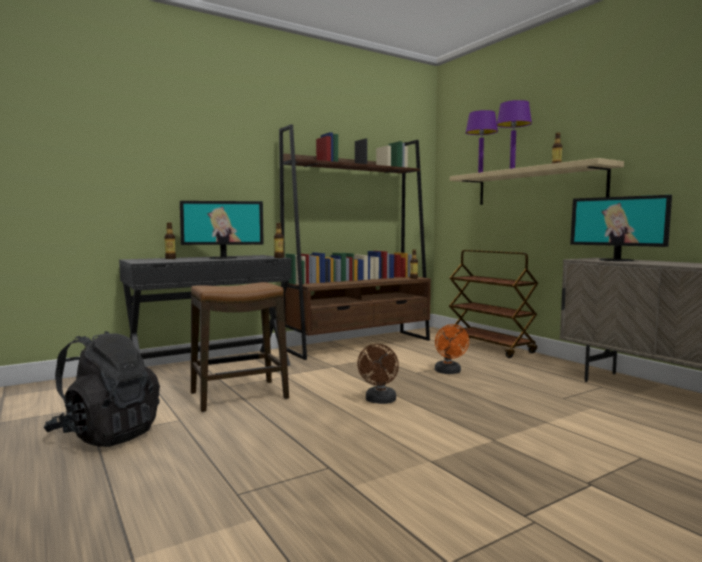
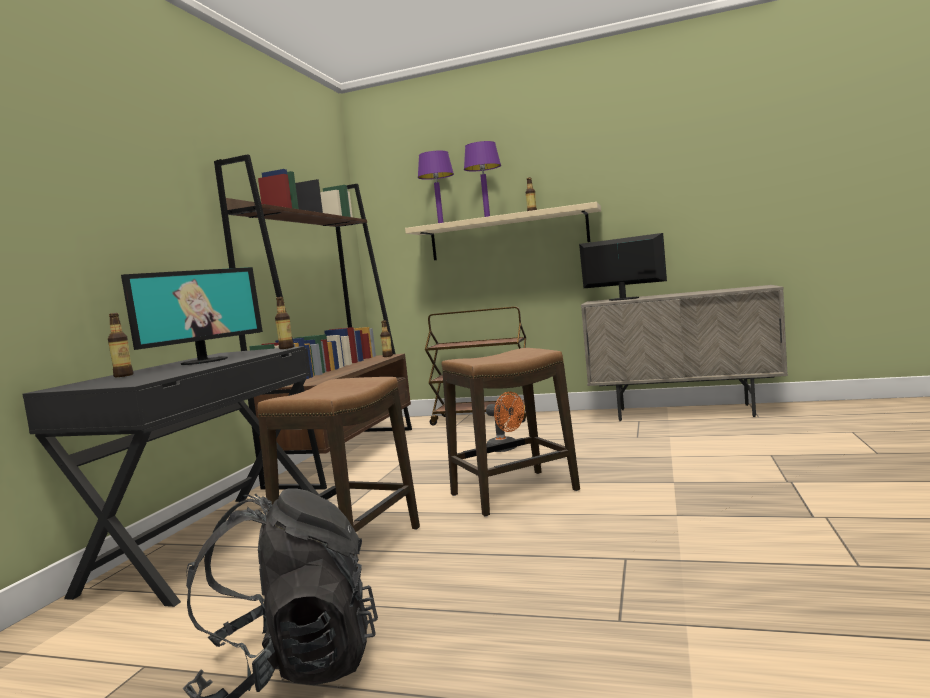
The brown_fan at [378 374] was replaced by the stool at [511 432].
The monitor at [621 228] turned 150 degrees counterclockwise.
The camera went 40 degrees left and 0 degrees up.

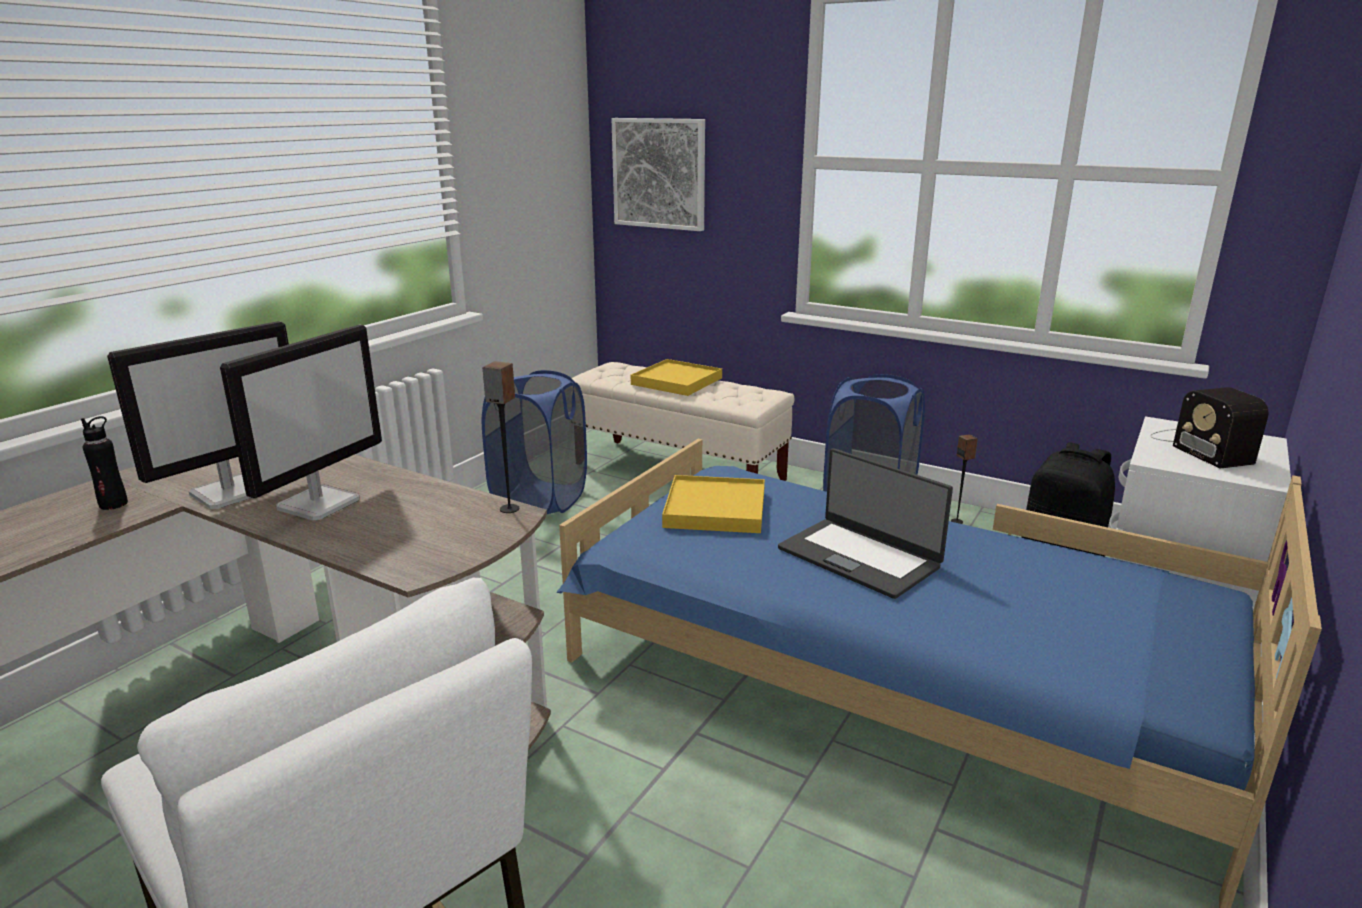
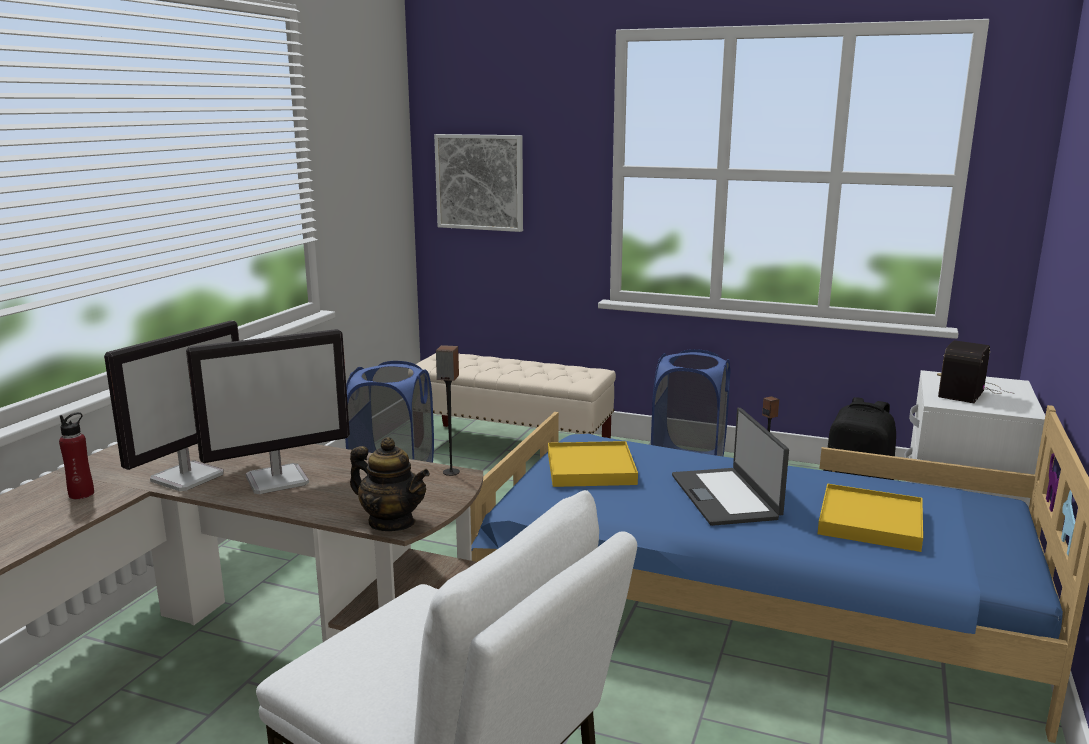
The black_bottle at [104 463] became the red_bottle at [76 455].
The monitor at [301 422] turned 45 degrees clockwise.
The teapot at [390 484] appeared.
The laptop at [865 523] turned 45 degrees clockwise.
The yellow_tray moved from [676 377] to [870 518].
The radio at [1209 428] turned 60 degrees clockwise.
The camera went 10 degrees left and 5 degrees down.

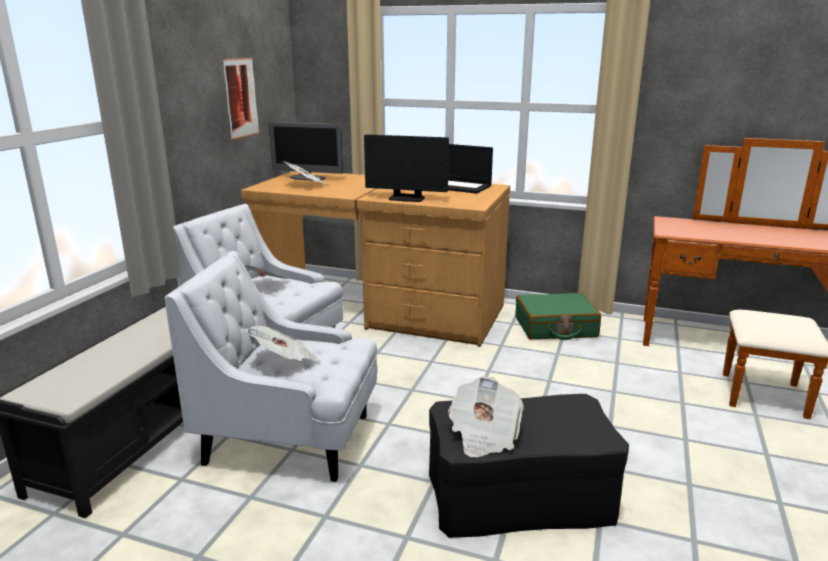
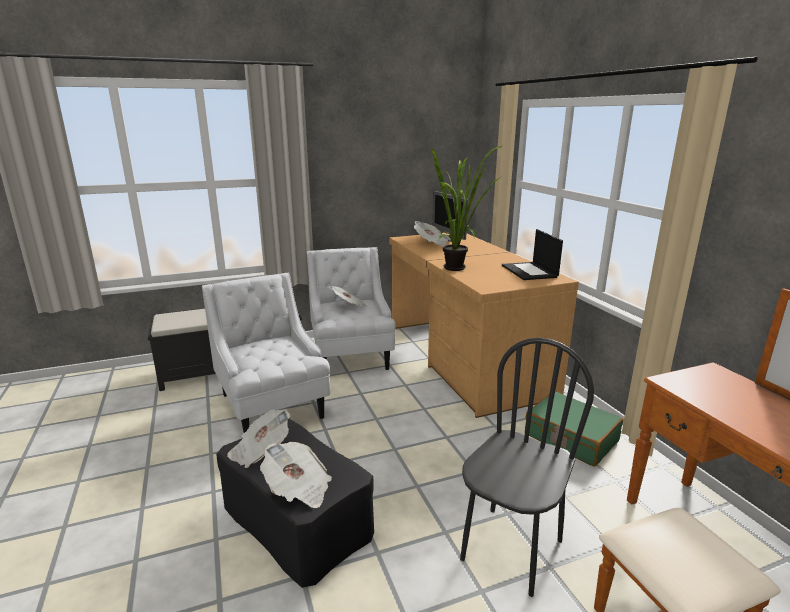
The newspaper moved from [282 343] to [296 475].
The monitor at [406 168] was replaced by the potted_plant at [467 208].
The black_chair at [527 467] appeared.
The picture at [241 99] disappeared.
The camera went 50 degrees right and 0 degrees up.

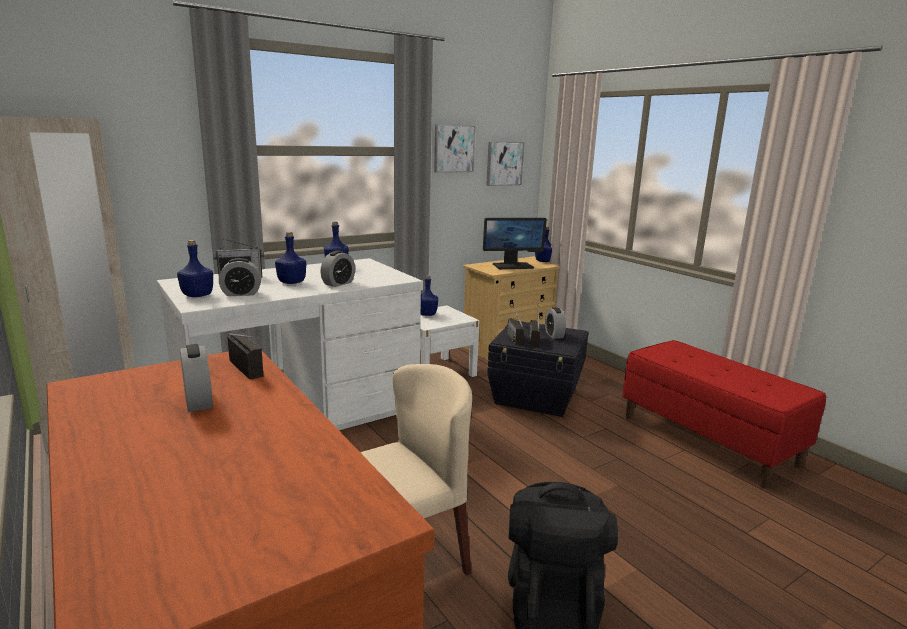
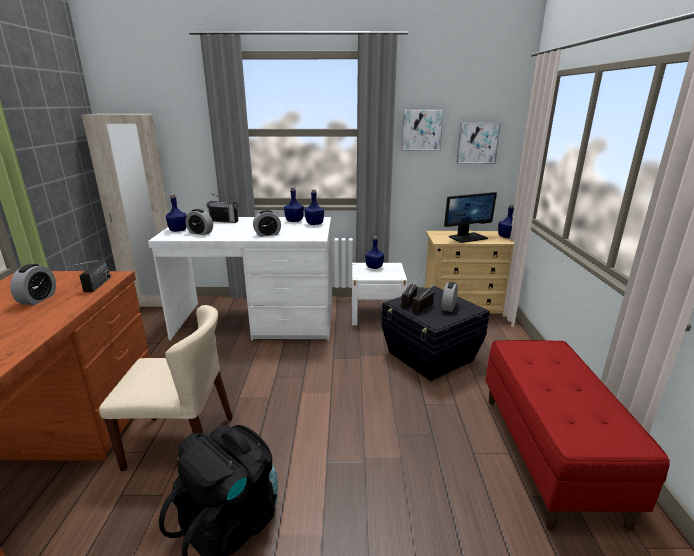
The blue_bottle moved from [290 258] to [314 207].
The monitor at [515 243] turned 45 degrees counterclockwise.
The camera went 35 degrees right and 5 degrees up.

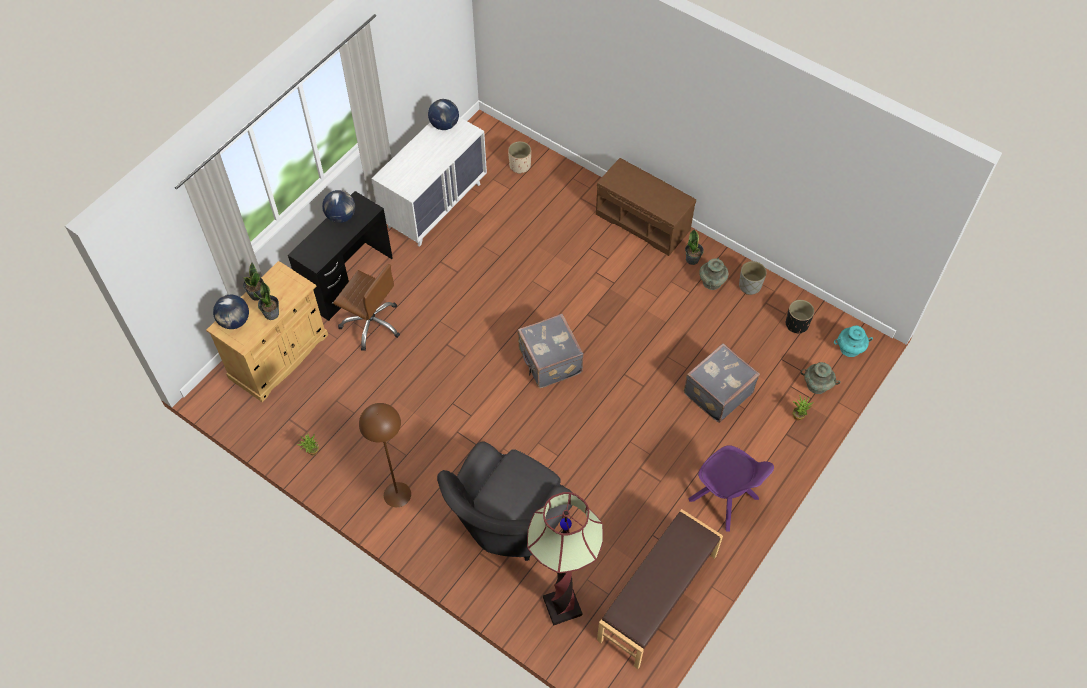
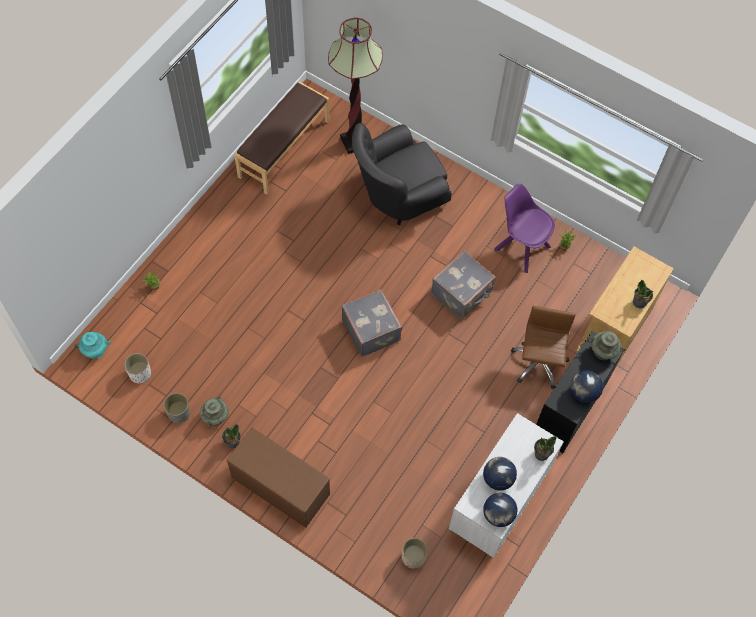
The black_planter at [800 316] became the white_planter at [137 368].
The grey_armchair at [505 501] turned 150 degrees counterclockwise.
The grey_suitcase moved from [722 383] to [463 284].
The globe moved from [231 312] to [500 474].
The purple_chair moved from [731 488] to [524 228].
The brown_office_chair at [366 307] turned 75 degrees clockwise.
The potted_plant moved from [266 300] to [545 448].
The turquoise_vase moved from [820 378] to [606 345].
The brown_floor_lamp at [385 455] disappeared.
The camera went 175 degrees right and 5 degrees up.

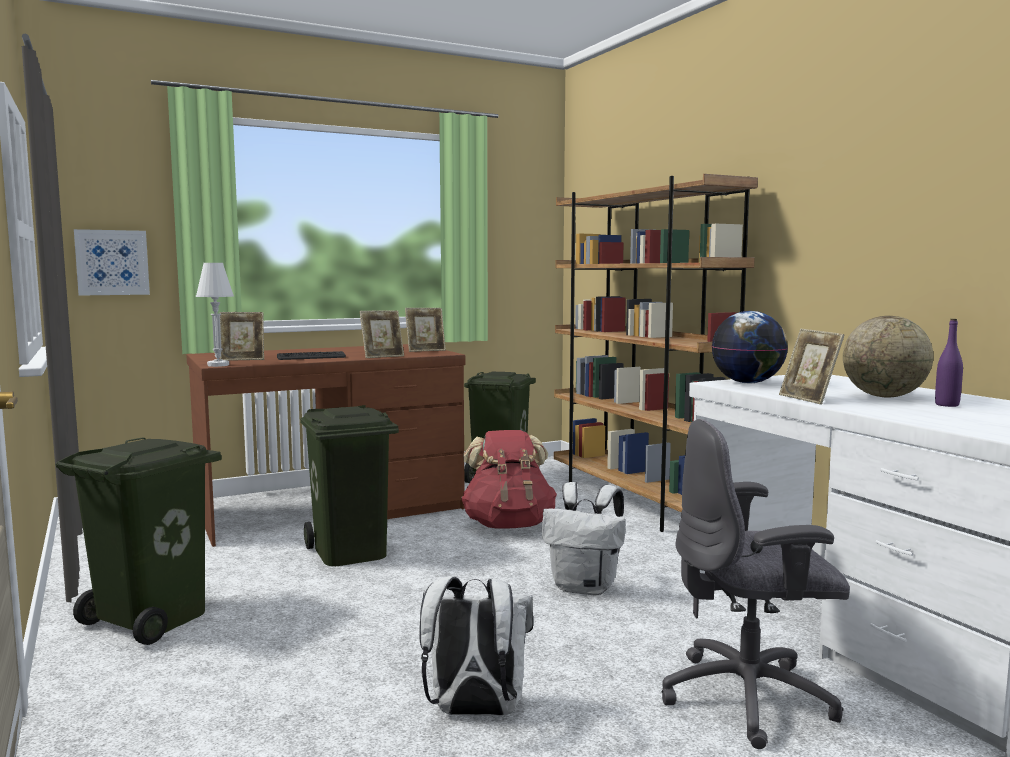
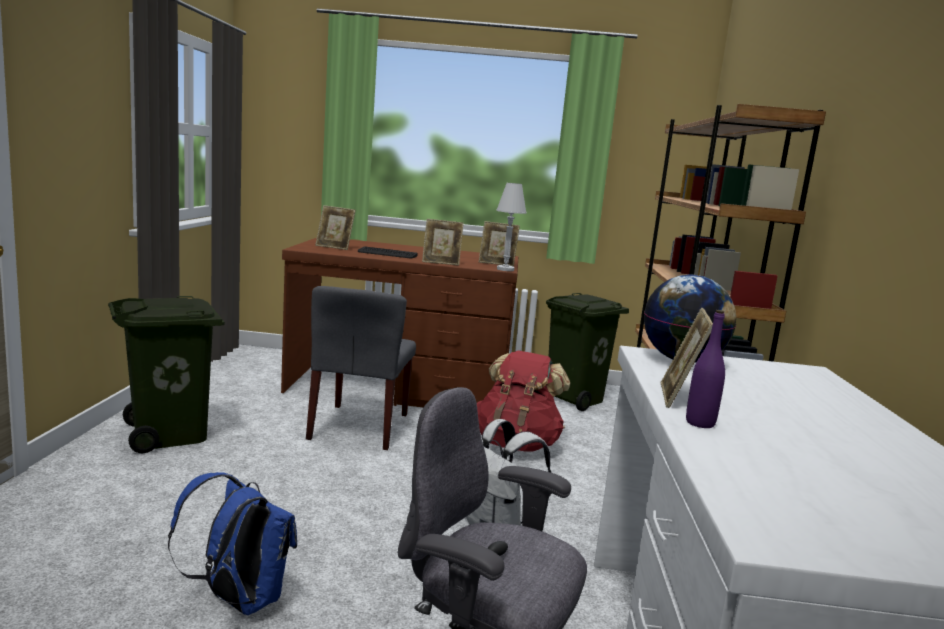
The white_backpack at [476 646] became the blue_backpack at [232 543].
The green_trash_can at [349 485] was replaced by the grey_chair at [361 368].
The white_table_lamp moved from [215 315] to [511 227].
The purple_bottle moved from [949 363] to [705 369].
The picture at [112 262] disappeared.
The globe at [888 357] disappeared.
The camera went 30 degrees right and 5 degrees up.

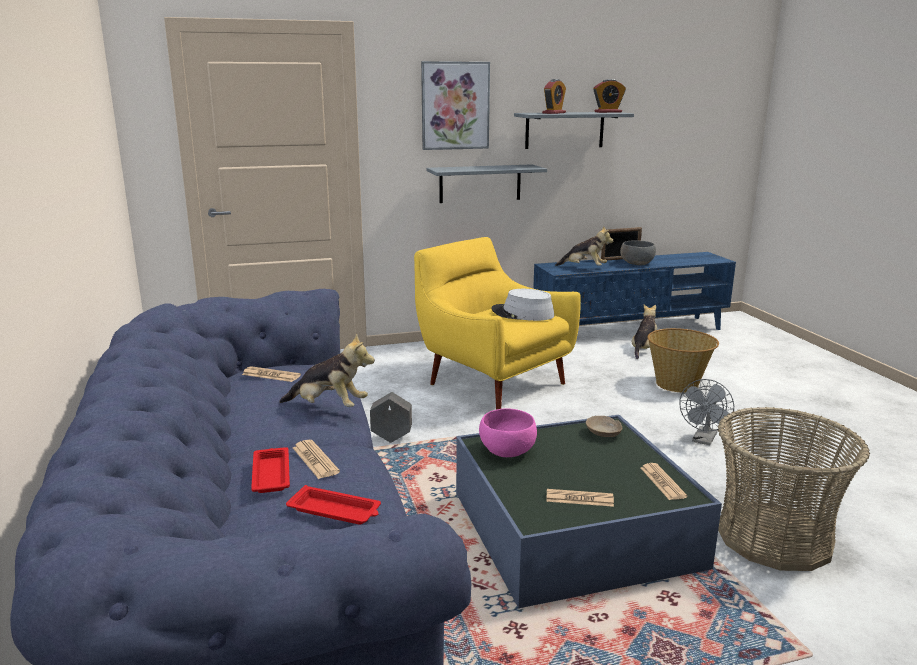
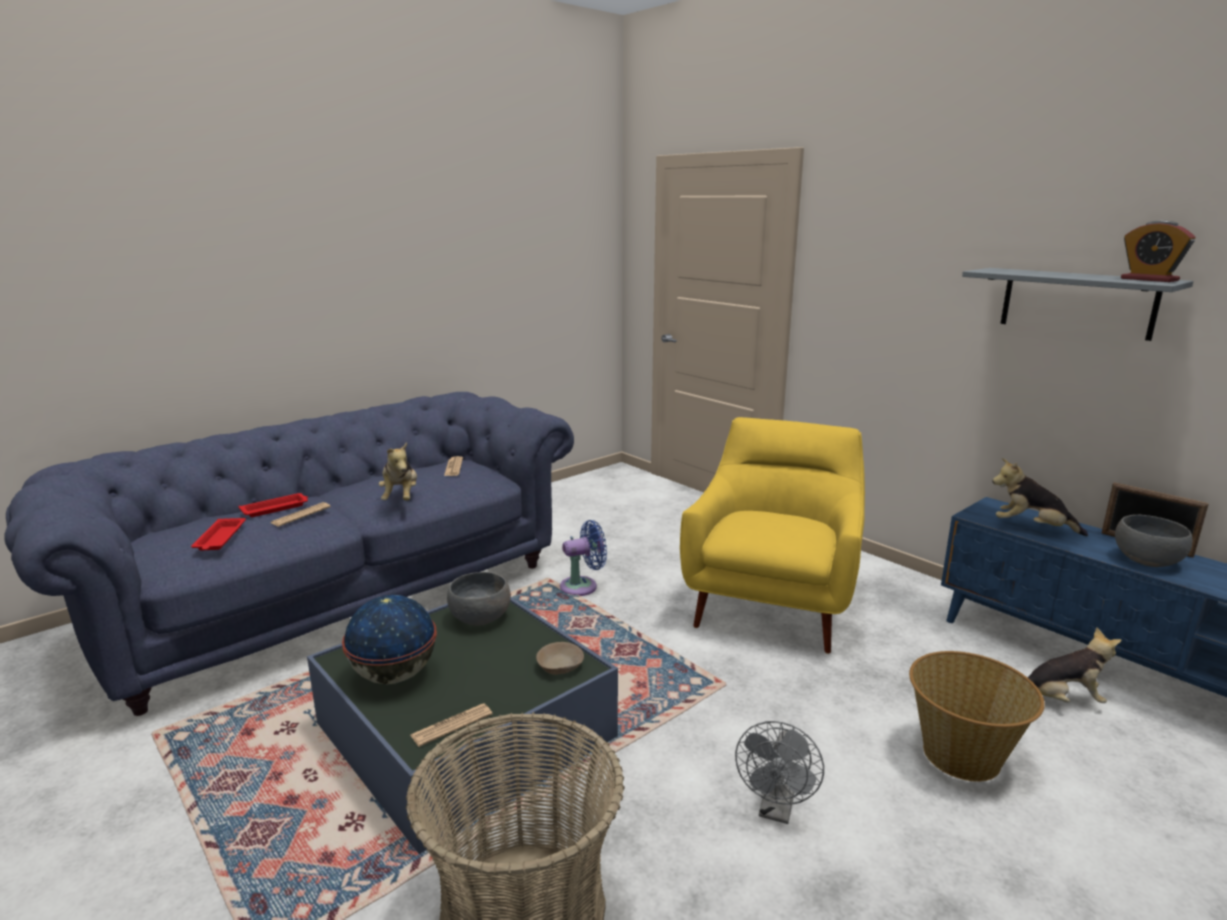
The newspaper at [580 498] was replaced by the globe at [389 639].
The pink_bowl at [508 432] became the grey_bowl at [479 599].
The grey_planter at [391 417] was replaced by the blue_fan at [583 558].
The grey_fan at [706 412] turned 75 degrees counterclockwise.
The plush_toy at [584 246] turned 120 degrees clockwise.
The picture at [455 105] disappeared.
The grey_shelf at [486 183] disappeared.
The grey_hat at [522 305] disappeared.
The alarm_clock at [554 96] disappeared.
The camera went 65 degrees right and 0 degrees up.

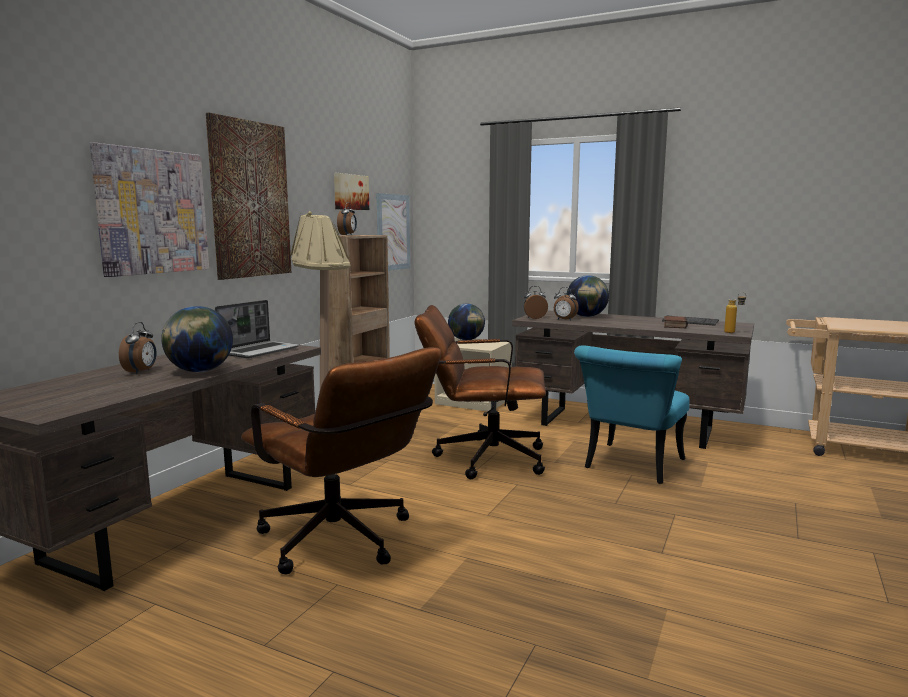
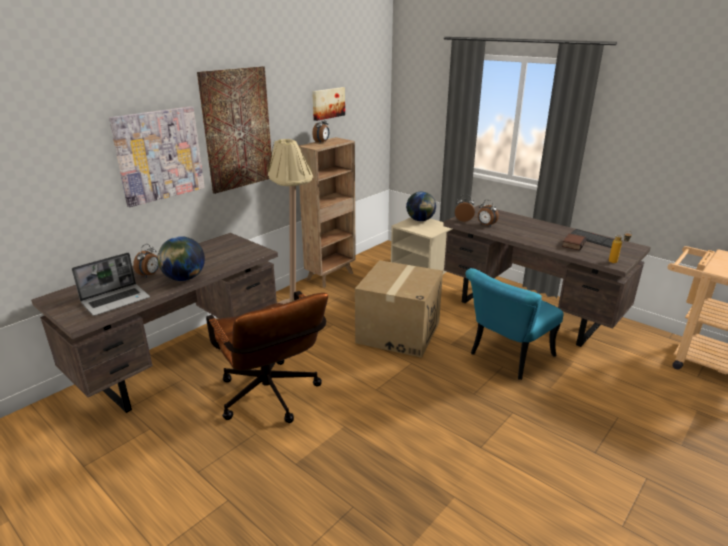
The laptop moved from [257 329] to [111 284].
The brown_office_chair at [480 392] was replaced by the cardboard_box at [399 309].
The picture at [393 232] disappeared.
The globe at [587 296] disappeared.
The camera went 15 degrees right and 15 degrees up.

